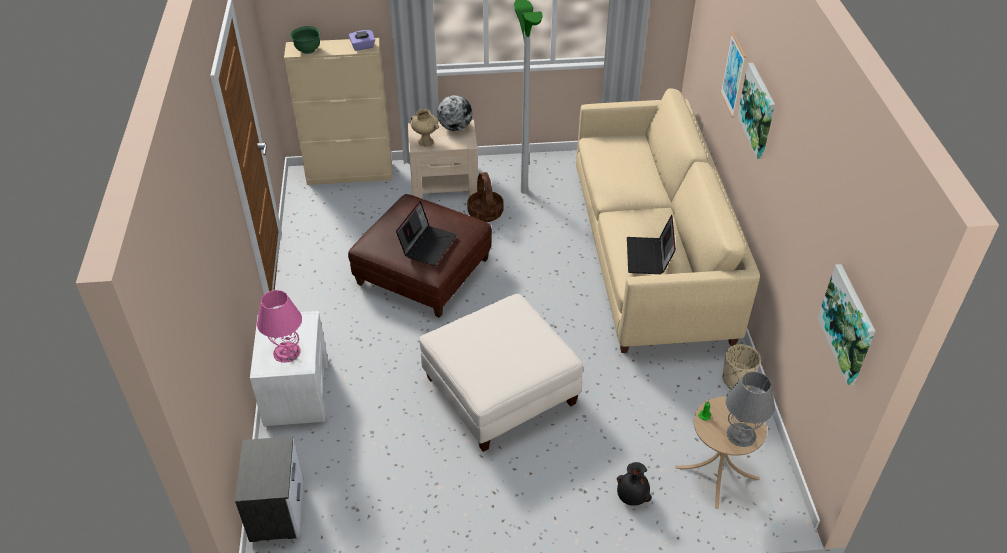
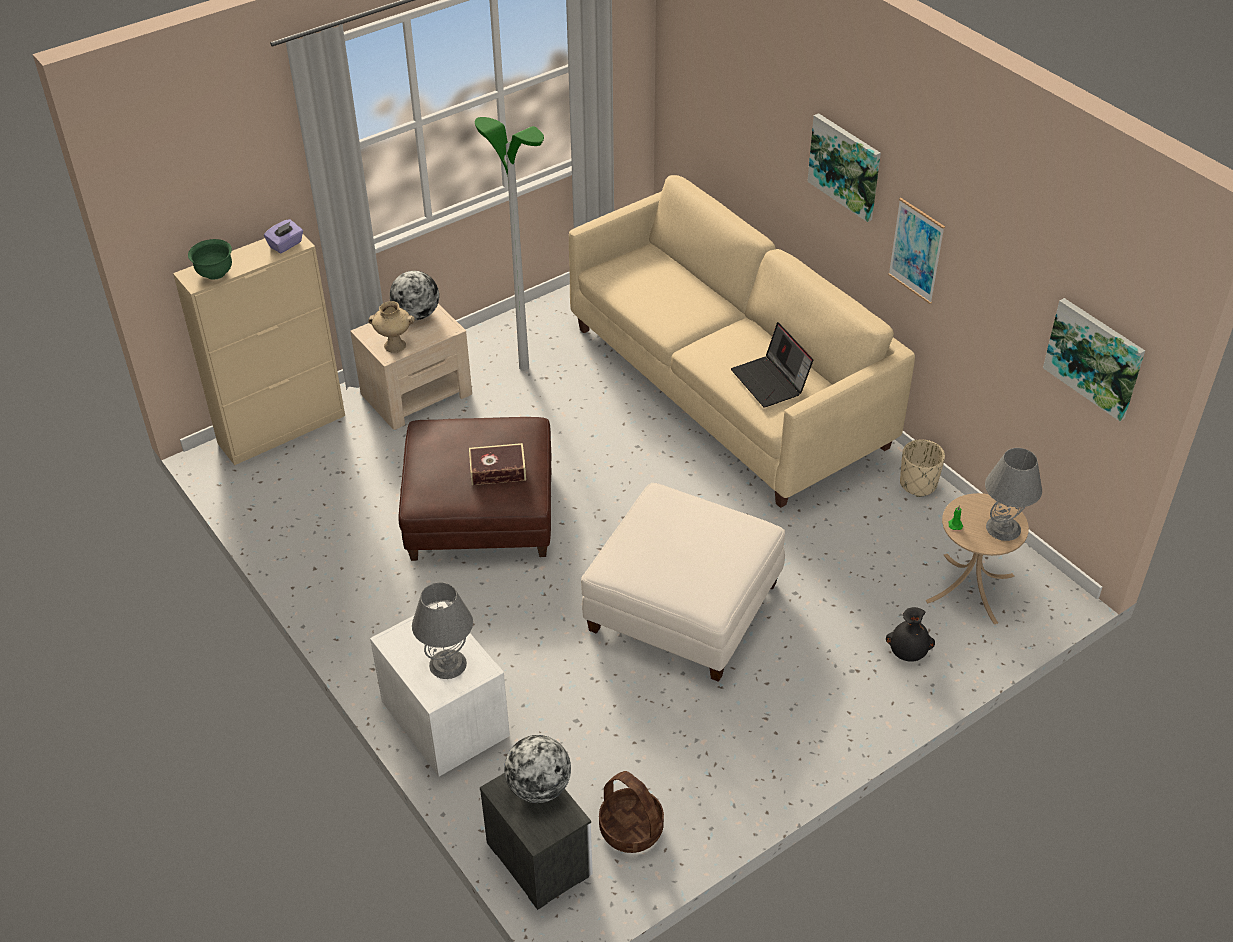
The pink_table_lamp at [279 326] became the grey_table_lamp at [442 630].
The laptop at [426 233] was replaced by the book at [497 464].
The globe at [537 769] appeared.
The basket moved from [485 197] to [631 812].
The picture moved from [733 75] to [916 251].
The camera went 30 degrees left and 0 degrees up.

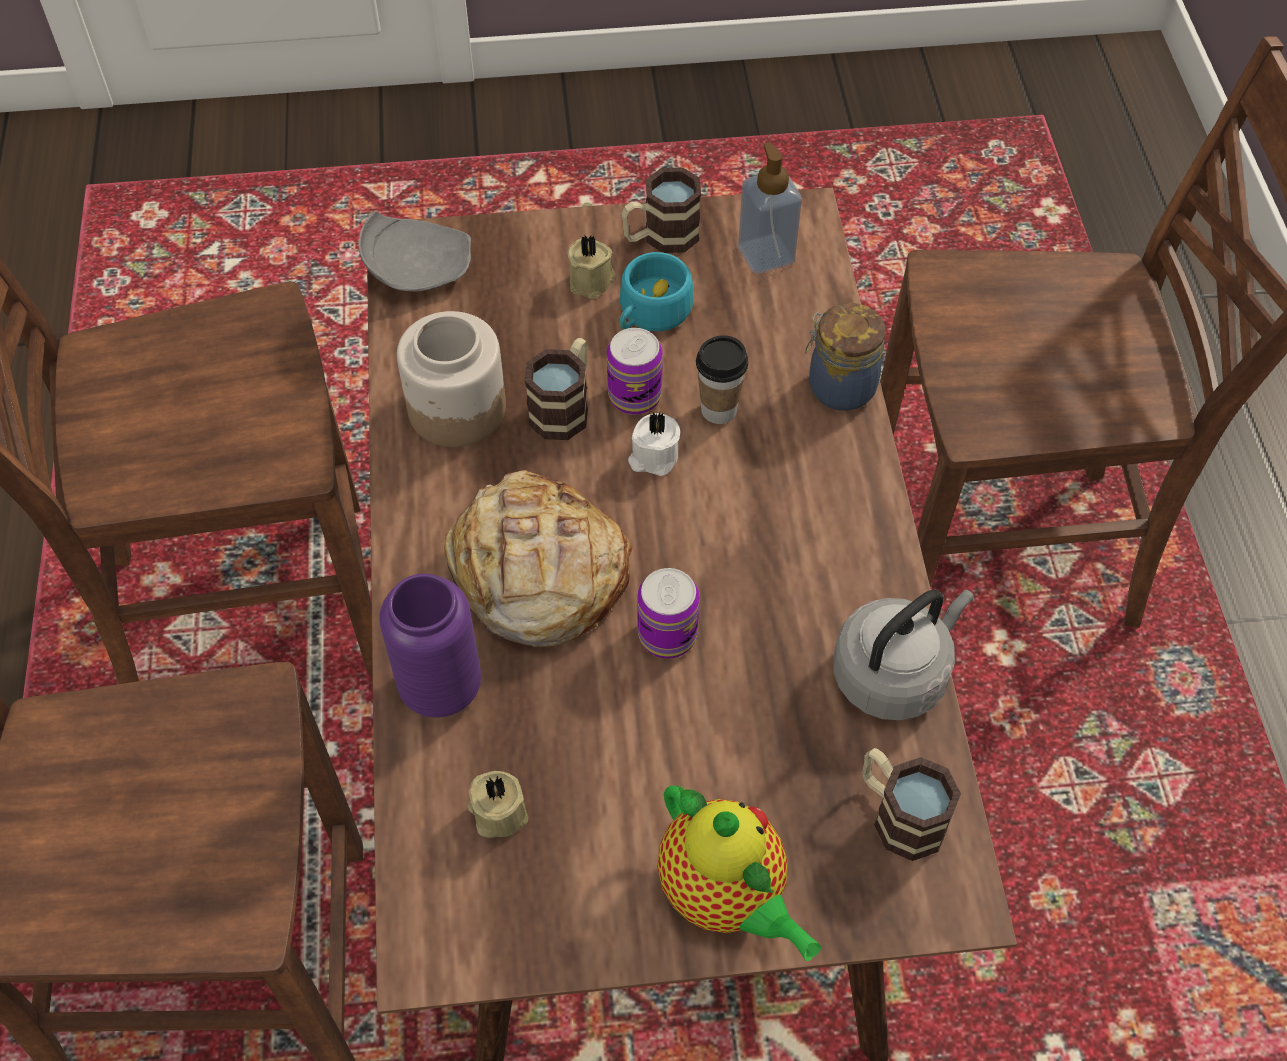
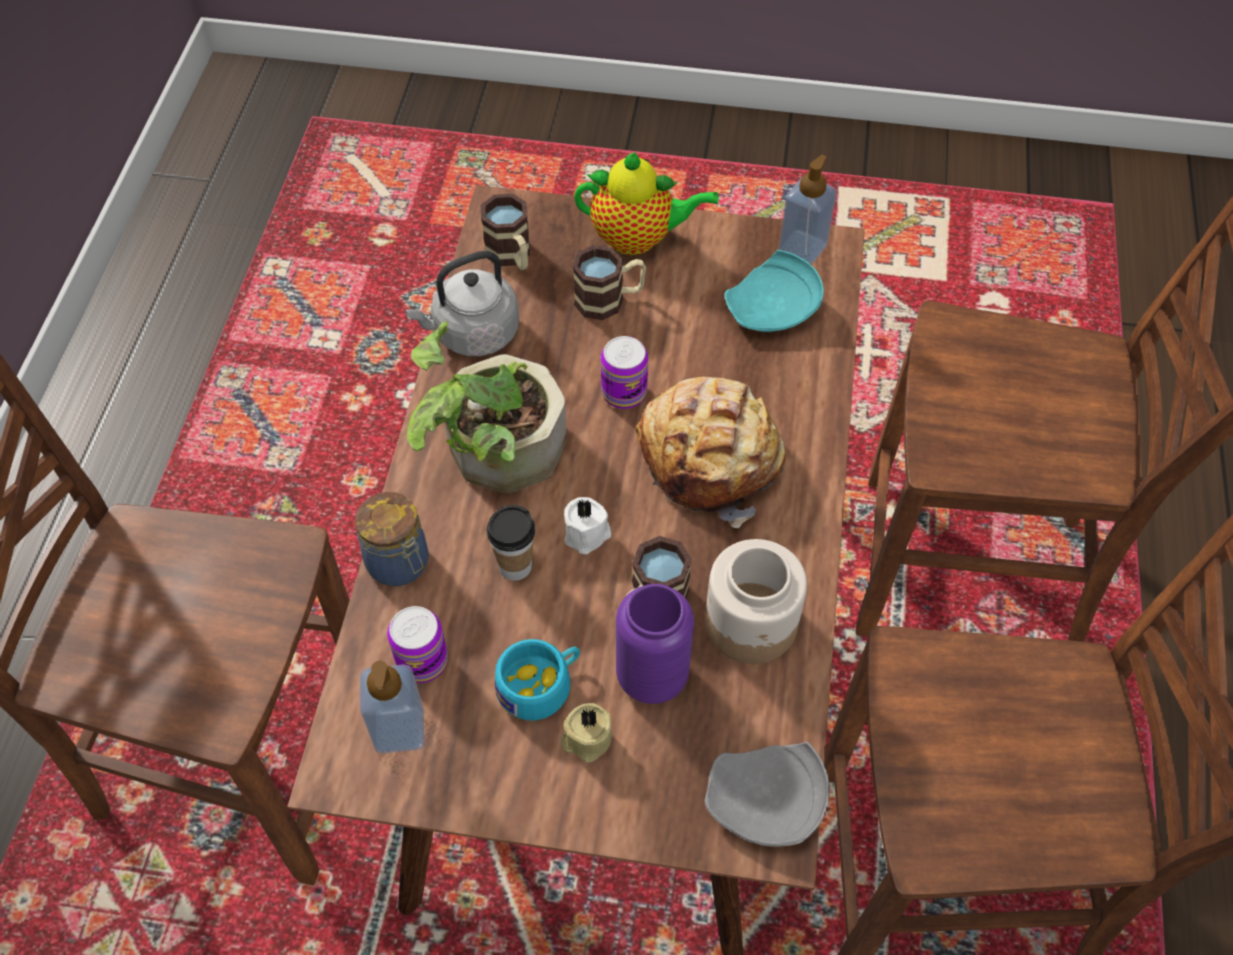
The can moved from [635 371] to [417 644].
The potted_plant at [486 407] appeared.
The mug moved from [661 210] to [609 282].
The teapot at [739 873] turned 120 degrees clockwise.
The purple_vase moved from [430 645] to [655 644].
The beige_candle at [498 804] was replaced by the turquoise_plate at [774 291].
The soap_dispenser at [808 209] appeared.
The camera went 165 degrees left and 0 degrees up.

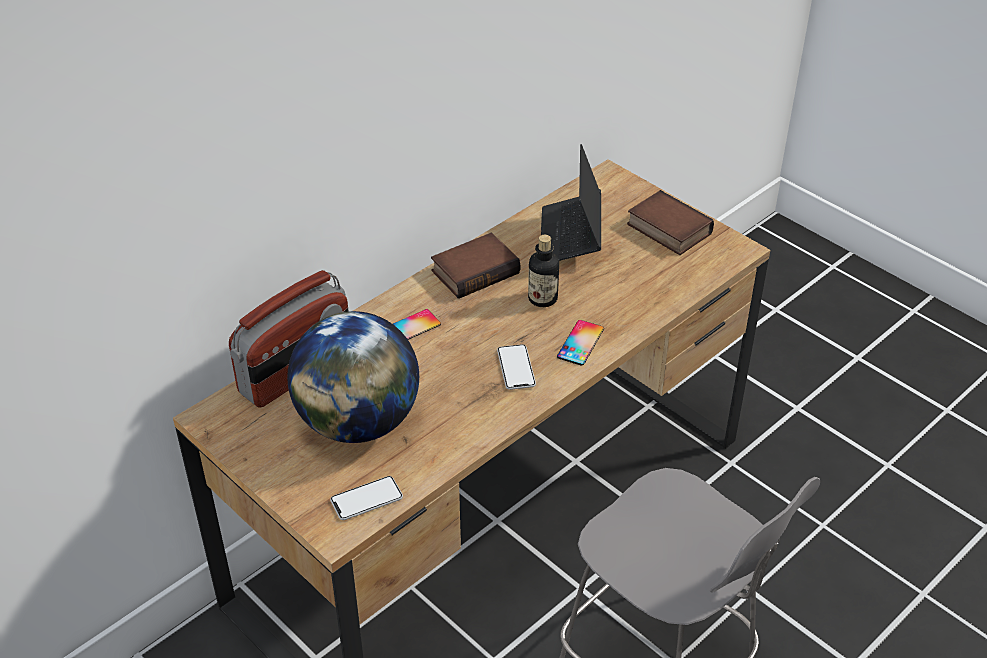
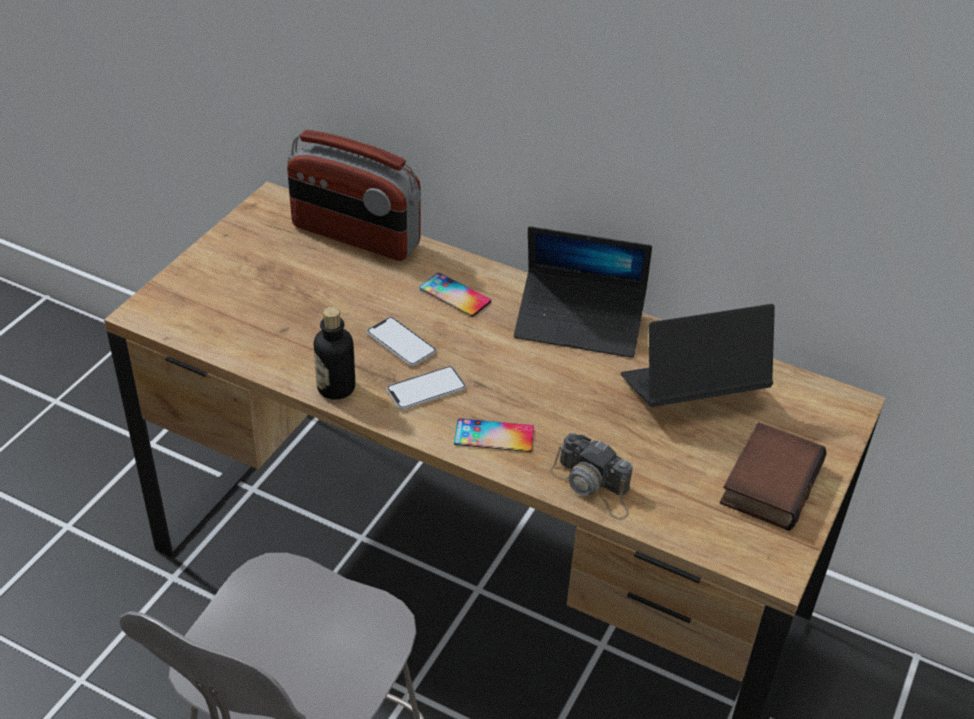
The bottle moved from [543 271] to [334 353].
The phone moved from [366 498] to [402 341].
The book at [475 266] was replaced by the laptop at [583 292].
The photo_camera at [591 476] appeared.
The globe at [353 377] disappeared.
The camera went 70 degrees right and 0 degrees up.

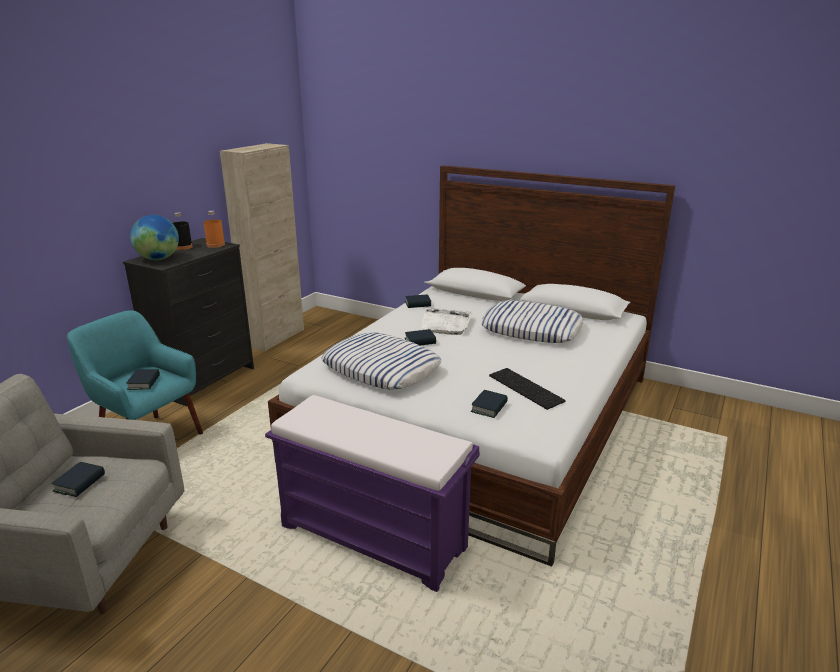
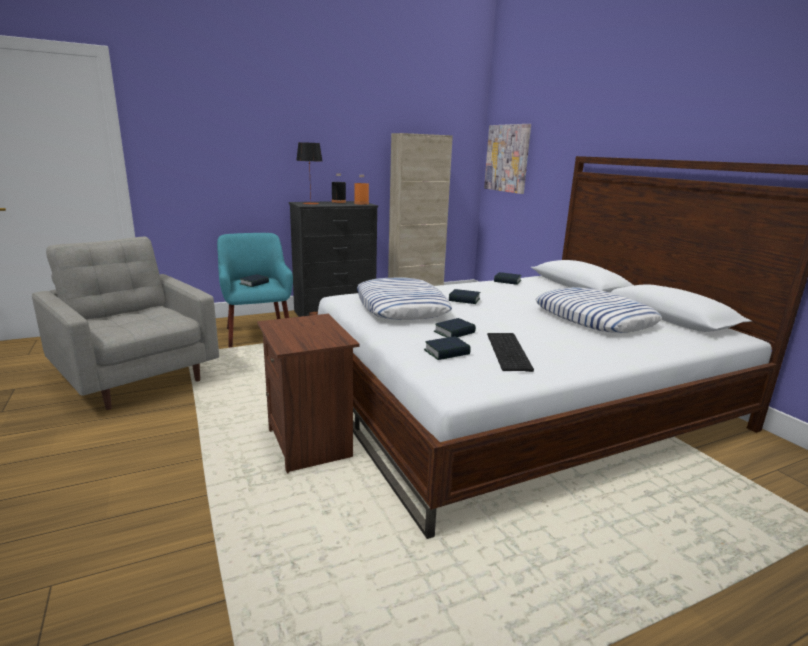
The purple_bench at [372 493] was replaced by the brown_nightstand at [308 393].
The globe at [154 237] was replaced by the table_lamp at [309 173].
The book moved from [78 479] to [455 327].
The picture at [507 159] appeared.
The white_tray at [446 321] disappeared.
The camera went 35 degrees right and 5 degrees down.

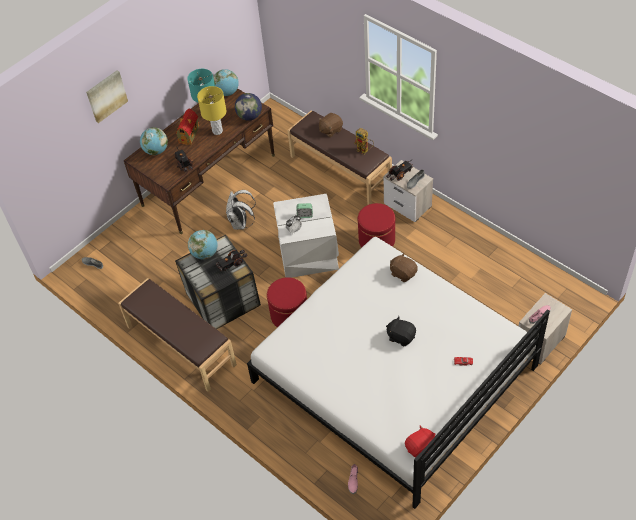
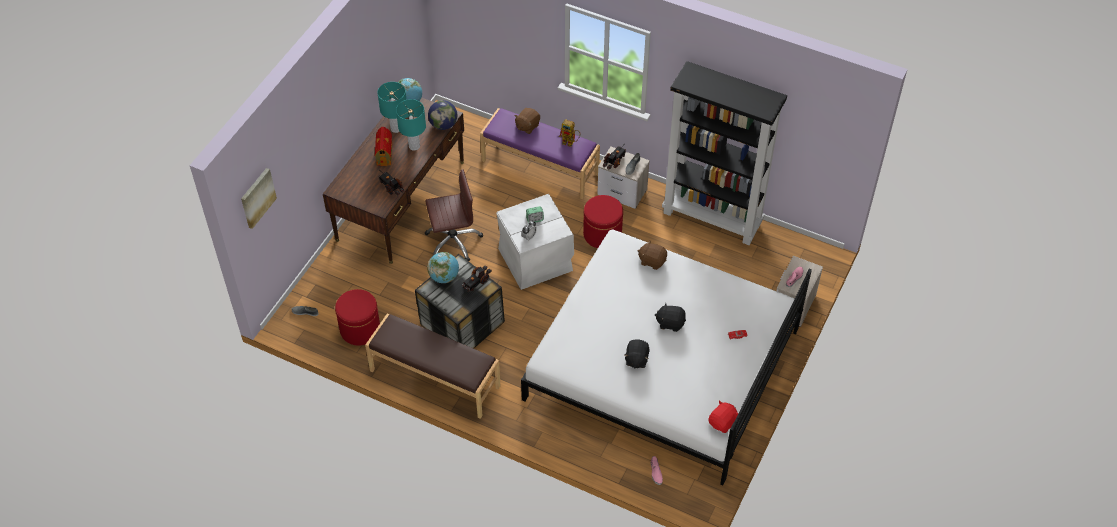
The picture moved from [107 96] to [259 198].
The red_ottoman moved from [287 302] to [357 317].
The yellow_table_lamp at [211 110] became the turquoise_table_lamp at [411 124].
The white_backpack at [241 210] was replaced by the brown_office_chair at [454 215].
The brown_bench at [339 158] became the purple_bench at [540 153].
The black_plush_toy at [636 353] appeared.
The black_bookcase at [724 153] appeared.
The globe at [154 141] disappeared.
The camera went 20 degrees left and 0 degrees up.

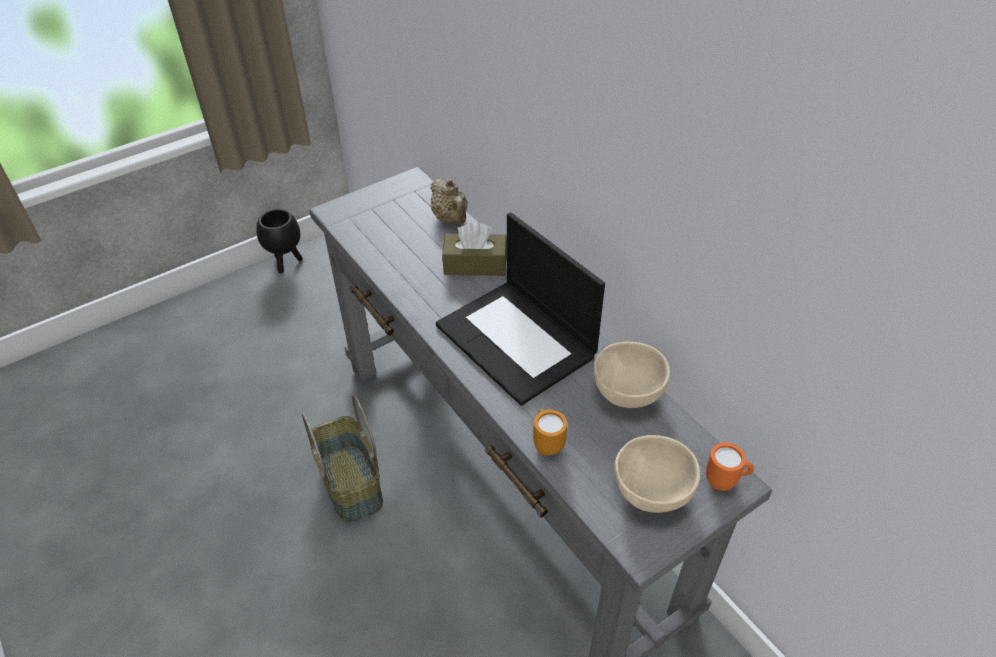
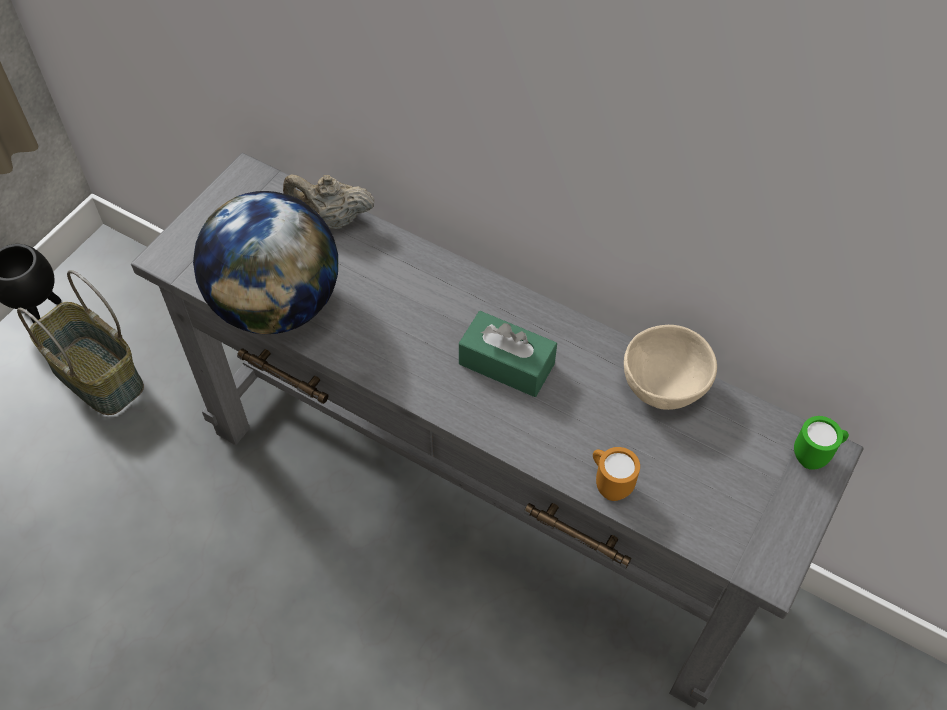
The basket moved from [342 459] to [80 342].
The globe at [265 262] appeared.
The beige_teapot at [449 201] turned 150 degrees clockwise.
The laptop at [520 309] was replaced by the green_tissue_box at [508 354].
The orange_mug at [730 466] became the green_mug at [821 443].
The brown_tissue_box at [474 249] disappeared.
The beige_bowl at [657 474] disappeared.
The camera went 25 degrees left and 10 degrees up.

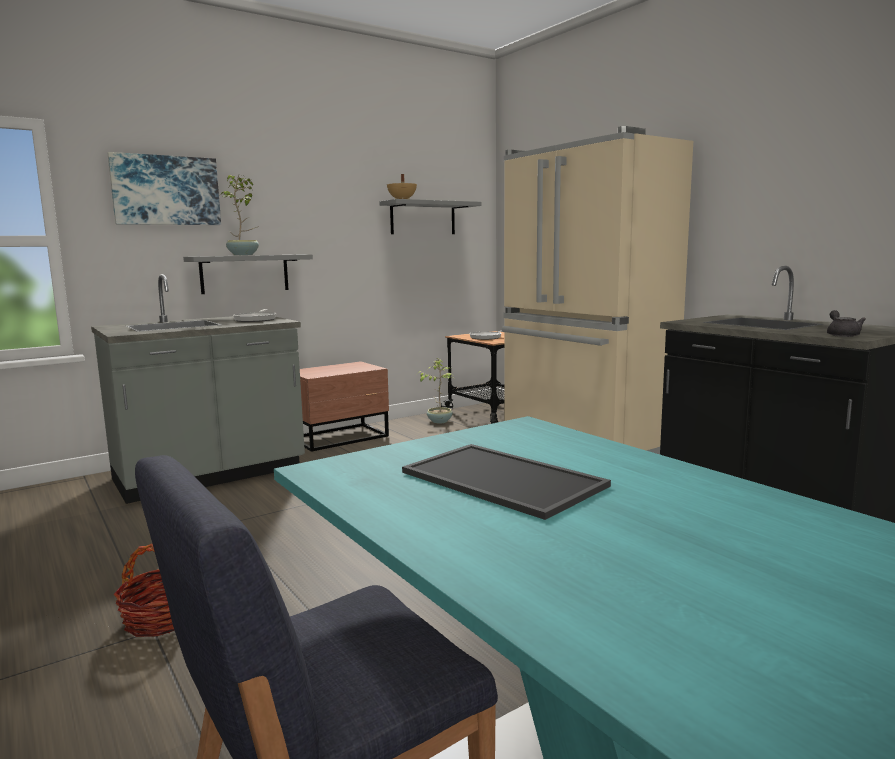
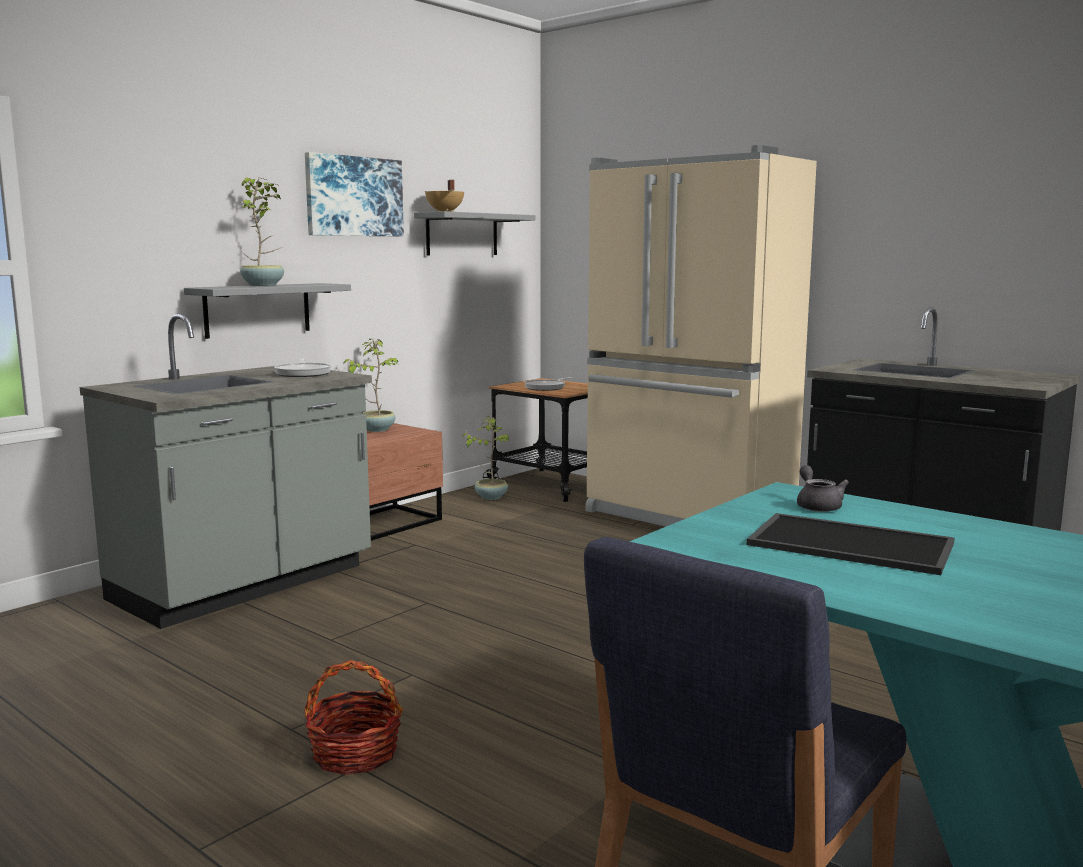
The picture moved from [164 188] to [354 194].
The potted_plant at [371 385] appeared.
The grey_teapot moved from [846 323] to [823 488].
The camera went 15 degrees left and 0 degrees up.

